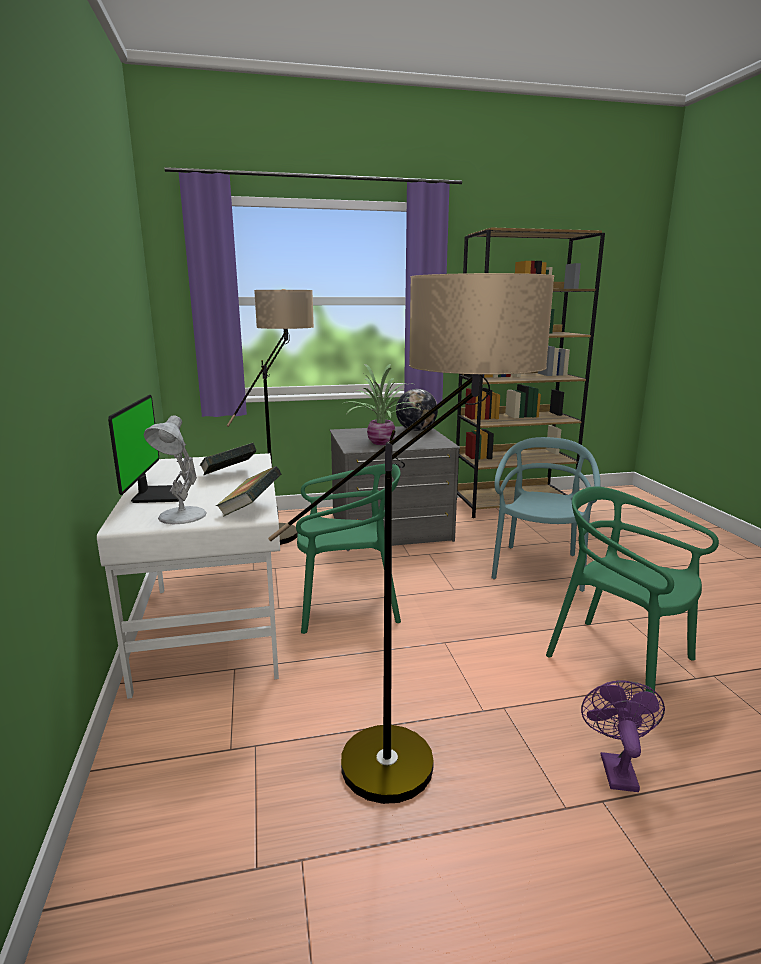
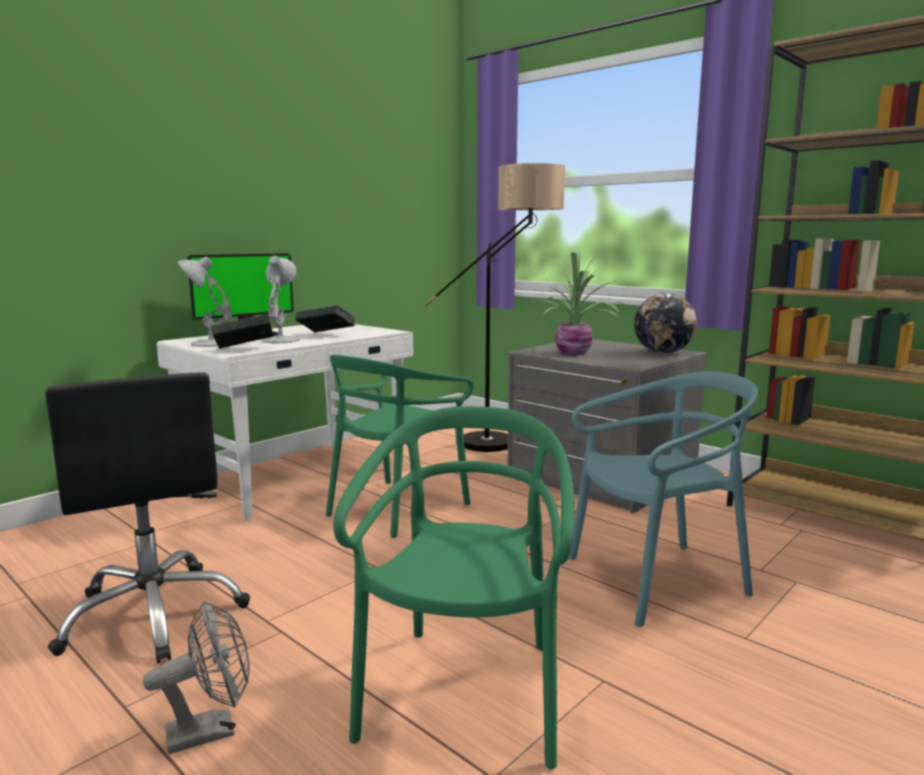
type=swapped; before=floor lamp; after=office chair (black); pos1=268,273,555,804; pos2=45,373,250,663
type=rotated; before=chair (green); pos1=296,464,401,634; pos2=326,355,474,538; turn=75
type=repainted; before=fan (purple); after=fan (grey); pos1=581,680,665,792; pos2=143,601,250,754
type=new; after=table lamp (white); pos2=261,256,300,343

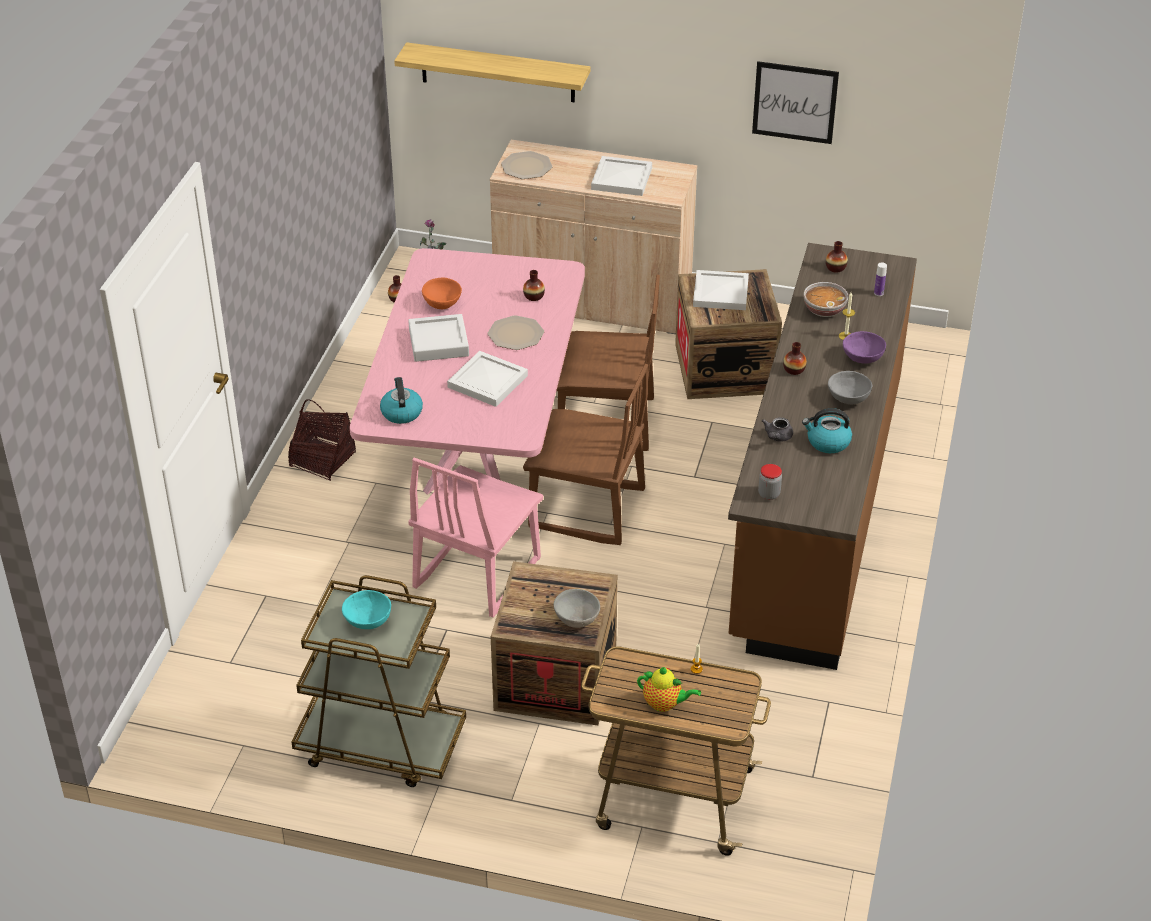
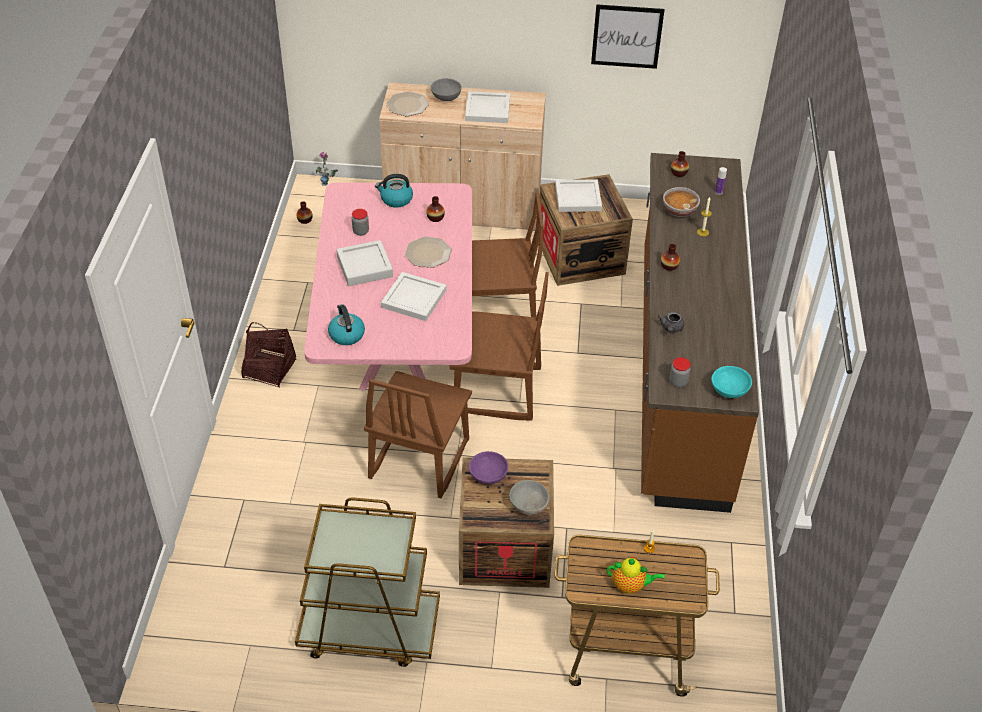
type=shifted; before=bowl (turquoise); pos1=342,590,391,629; pos2=711,366,752,398
type=gone; before=shelf; pos1=394,42,590,102
type=repainted; before=chair (pink); after=chair (brown); pos1=408,458,543,618; pos2=364,371,472,499
type=swapped; before=bowl (orange); after=jar; pos1=422,277,462,309; pos2=352,209,369,236
type=shifted; before=kettle; pos1=802,408,852,453; pos2=375,174,413,208
type=shifted; before=bowl (grey); pos1=828,371,872,404; pos2=430,78,462,101
type=shifted; before=bowl (purple); pos1=843,331,886,364; pos2=469,451,508,484

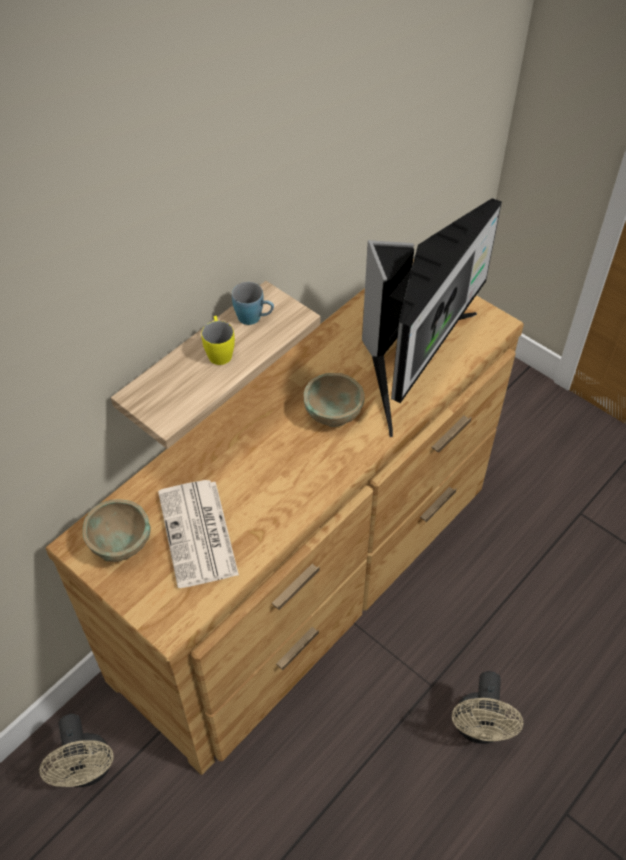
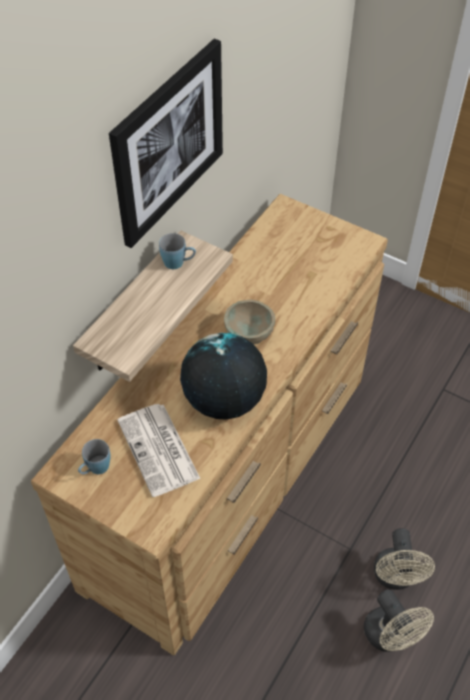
type=shifted; before=fan (beige); pos1=39,714,114,787; pos2=364,590,434,652
type=swapped; before=bowl (beige); after=mug (blue); pos1=83,500,151,562; pos2=78,439,111,474
type=gone; before=mug (yellow); pos1=202,316,235,365
type=gone; before=monitor; pos1=362,198,502,437
type=new; after=picture; pos2=109,39,223,248
type=new; after=globe; pos2=180,333,267,420

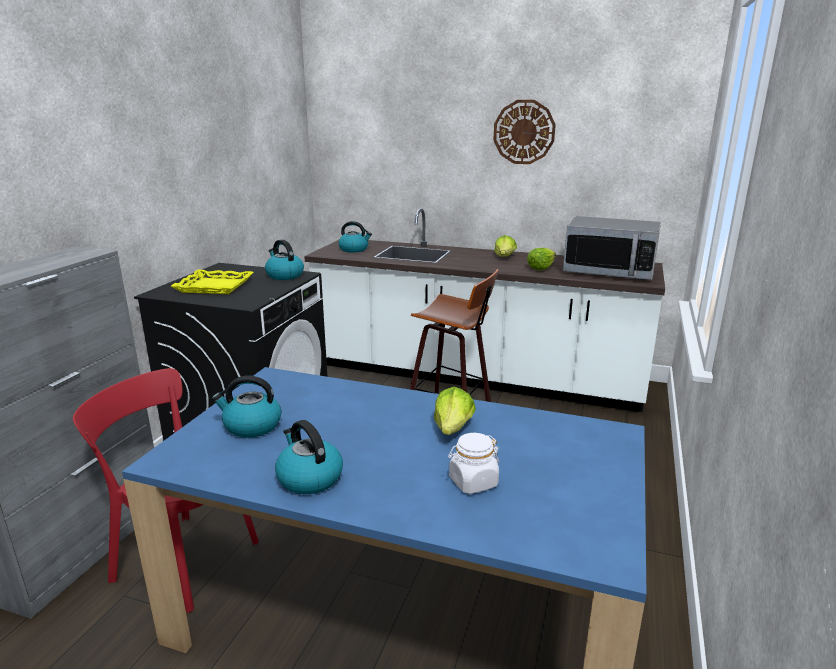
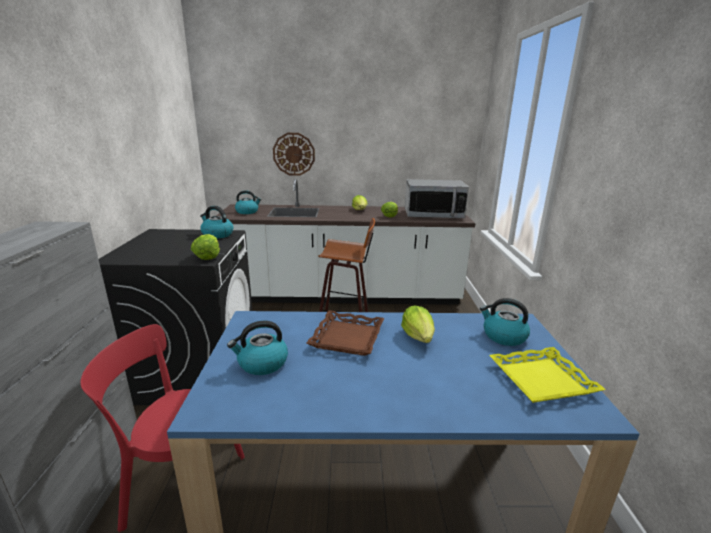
type=shifted; before=tray (yellow); pos1=171,270,254,294; pos2=489,347,606,403
type=shifted; before=kettle; pos1=275,420,343,494; pos2=480,298,530,346
type=gone; before=jar (white); pos1=448,433,499,494
type=shifted; before=wall clock; pos1=493,100,556,164; pos2=273,133,315,176
type=new; after=lettuce; pos2=191,234,220,260
type=new; after=tray (brown); pos2=307,310,384,356

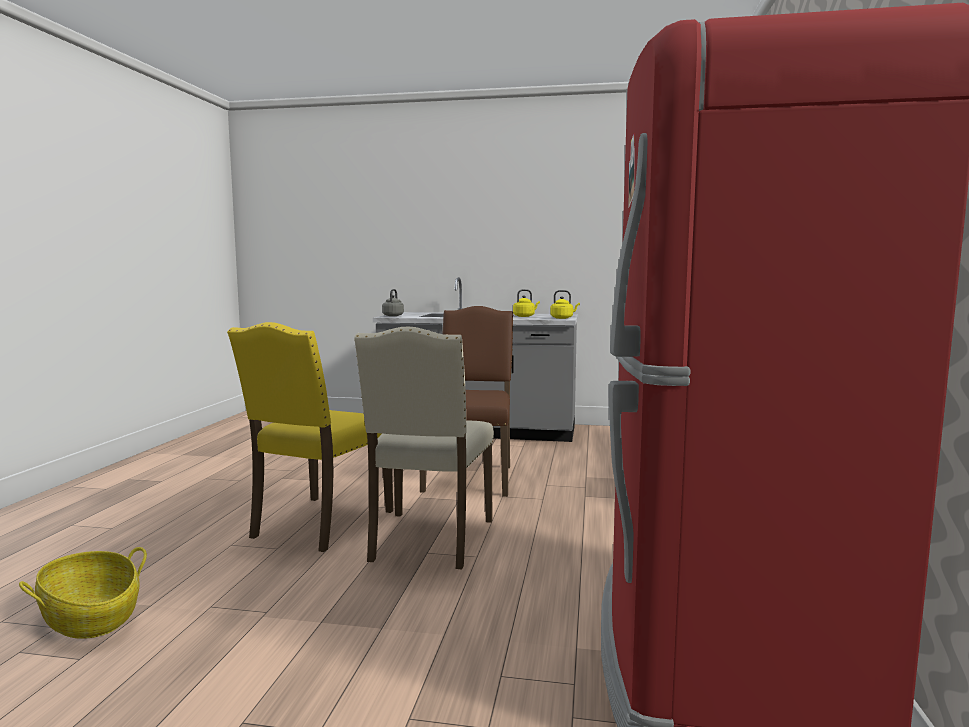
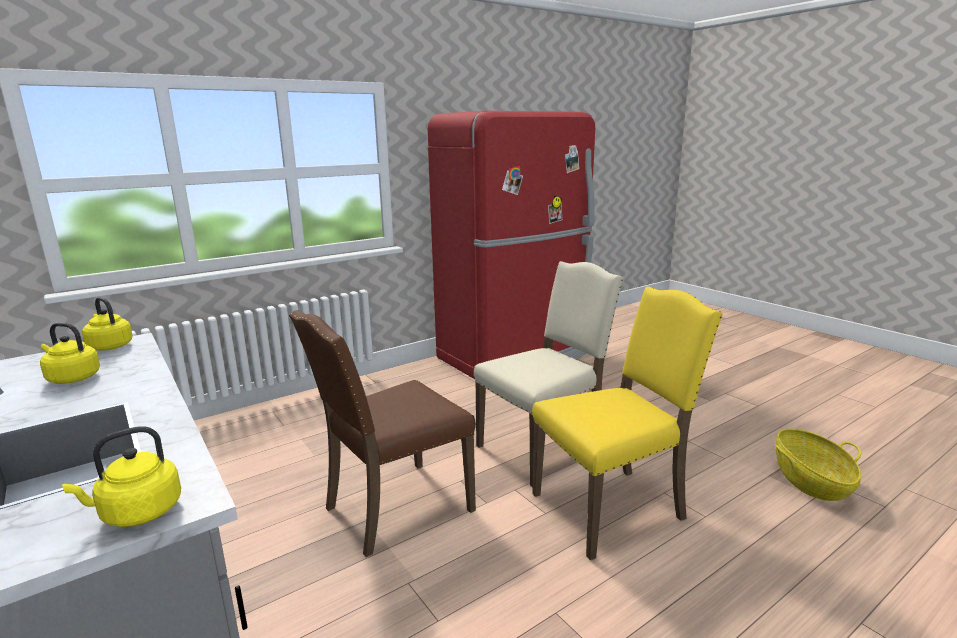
type=repainted; before=kettle (grey); after=kettle (yellow); pos1=382,289,404,316; pos2=62,426,181,527

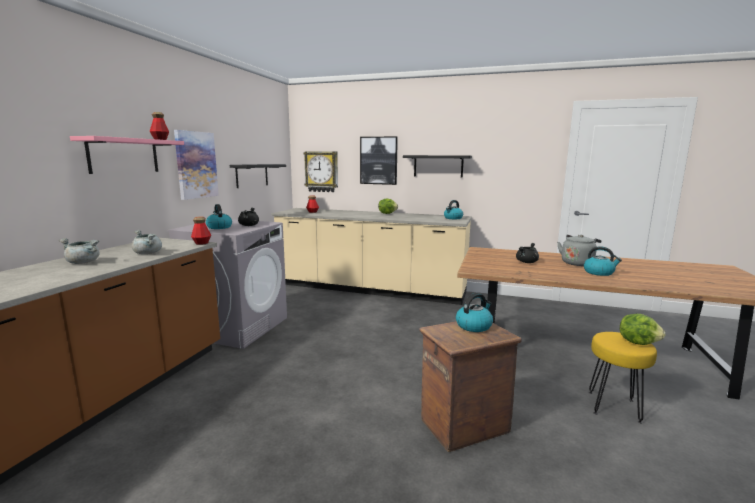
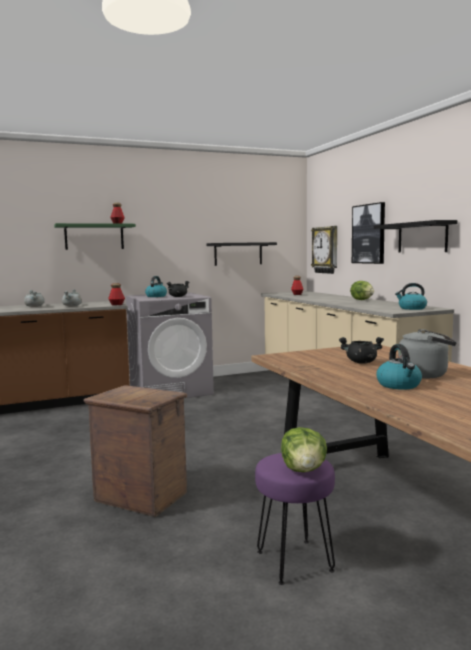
type=repainted; before=shelf (pink); after=shelf (green); pos1=70,136,184,174; pos2=54,223,136,250
type=gone; before=picture; pos1=174,130,219,200
type=gone; before=kettle; pos1=456,293,493,332
type=repainted; before=stool (yellow); after=stool (purple); pos1=589,332,657,423; pos2=255,453,335,585

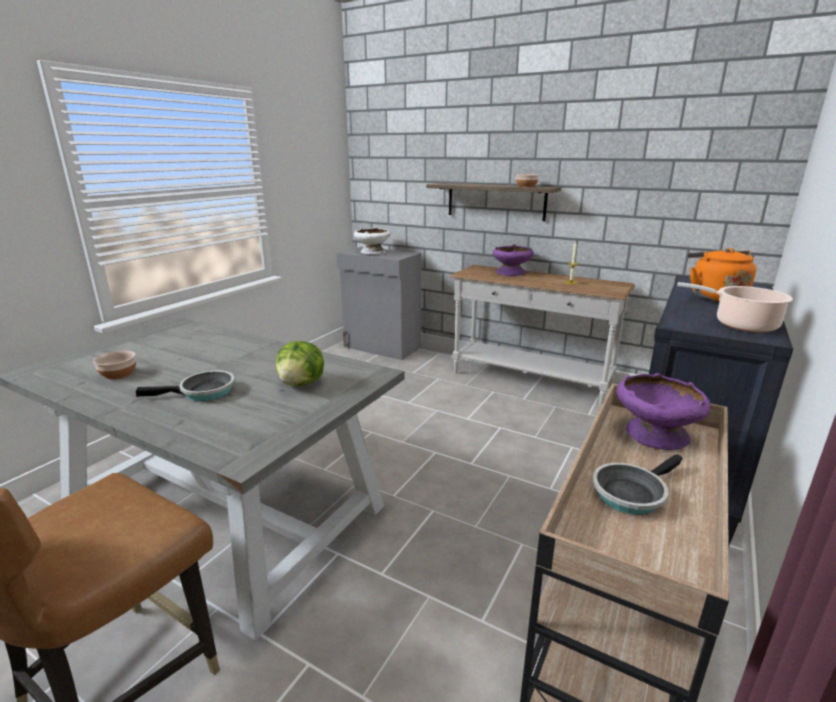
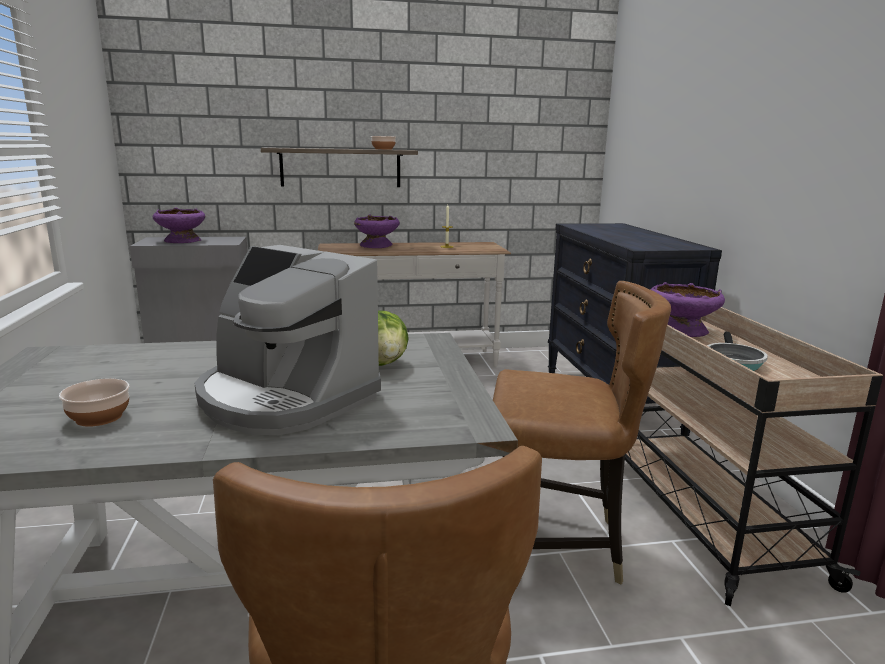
type=swapped; before=frying pan; after=coffee machine; pos1=136,371,235,401; pos2=195,245,381,435
type=repainted; before=bowl (white); after=bowl (purple); pos1=354,227,390,255; pos2=153,207,205,243
type=gone; before=cooking pot; pos1=677,282,793,332
type=gone; before=kettle (orange); pos1=687,248,756,302
type=new; after=chair (brown); pos2=493,281,671,585

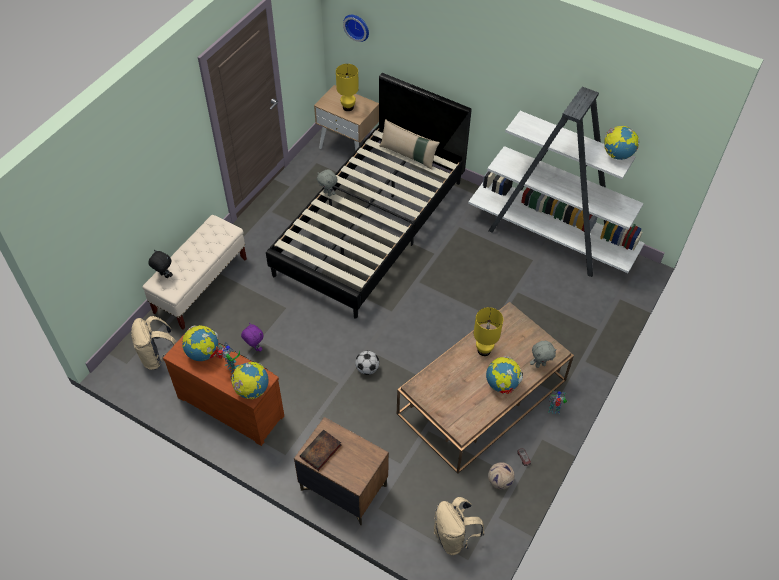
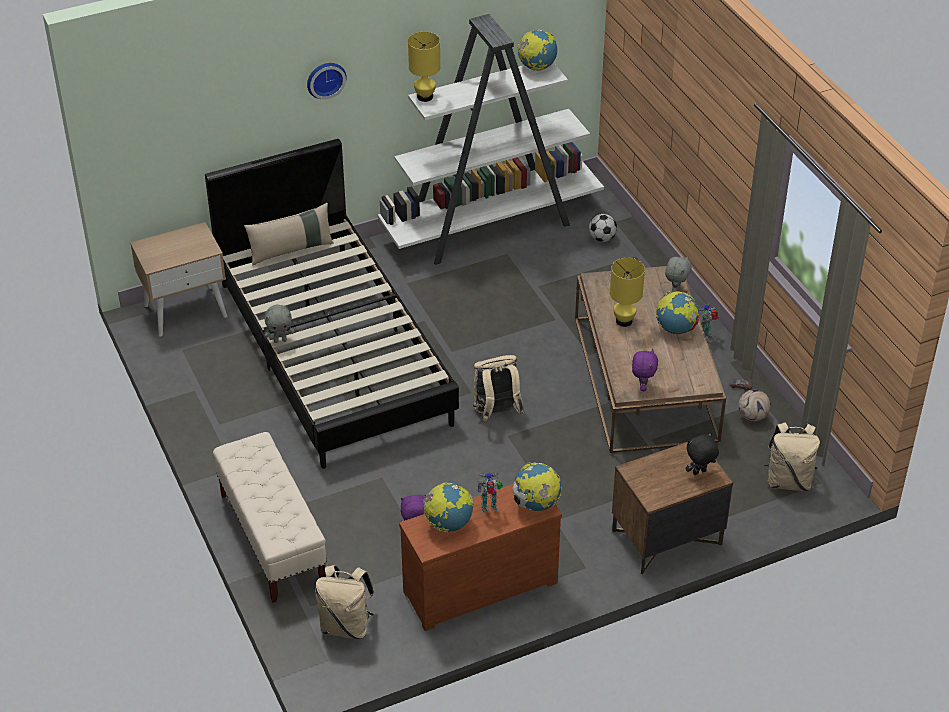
type=shifted; before=plush toy (black); pos1=148,250,173,278; pos2=686,433,719,475
type=gone; before=book; pos1=300,429,341,471
type=shifted; before=table lamp (yellow); pos1=336,64,359,111; pos2=408,32,440,102
type=shifted; before=wall clock; pos1=343,15,369,42; pos2=307,63,347,99
type=shifted; before=football; pos1=355,351,379,375; pos2=589,214,617,242
type=new; after=backpack (beige); pos2=473,355,525,421
type=new; after=plush toy (purple); pos2=632,349,658,391

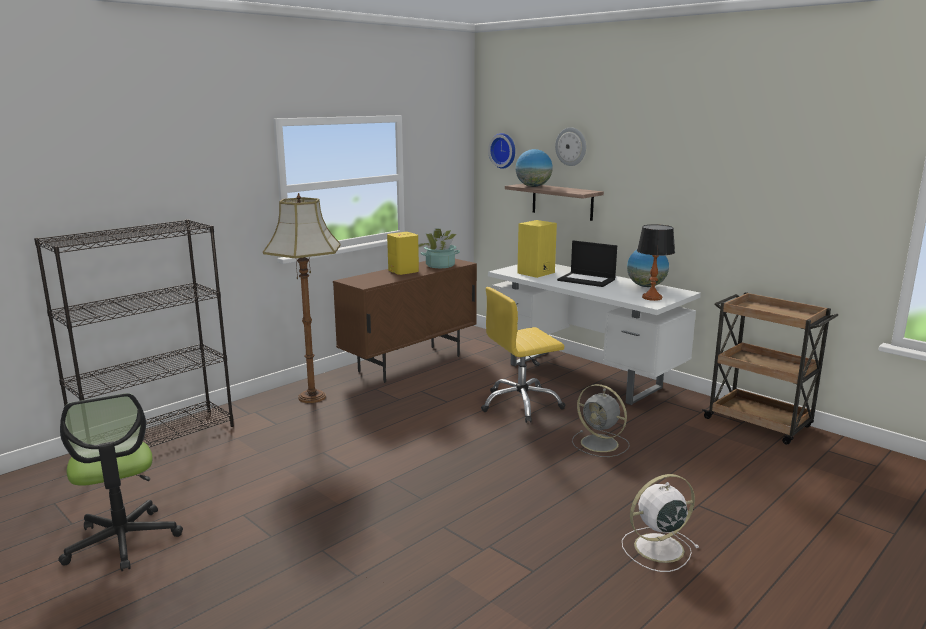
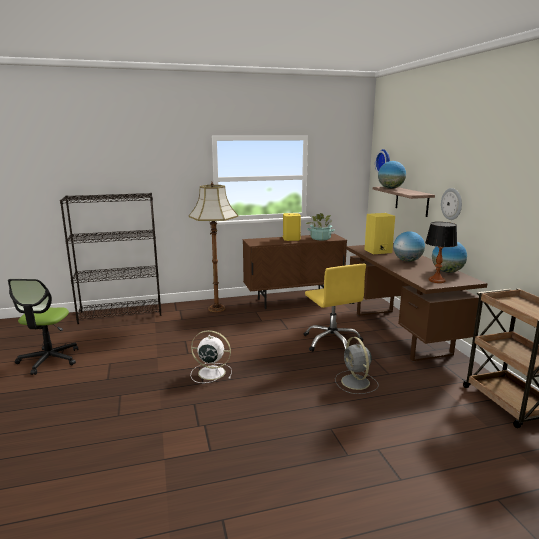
type=rotated; before=office chair (yellow); pos1=481,287,565,423; pos2=304,264,366,352; turn=-120
type=repainted; before=desk (white); after=desk (brown); pos1=488,264,701,405; pos2=346,243,488,362
type=shifted; before=wall clock; pos1=555,127,586,166; pos2=441,188,462,220
type=swapped; before=laptop; after=globe; pos1=557,241,617,287; pos2=393,231,425,262
type=shifted; before=fan (white); pos1=622,474,699,572; pos2=191,330,232,383

